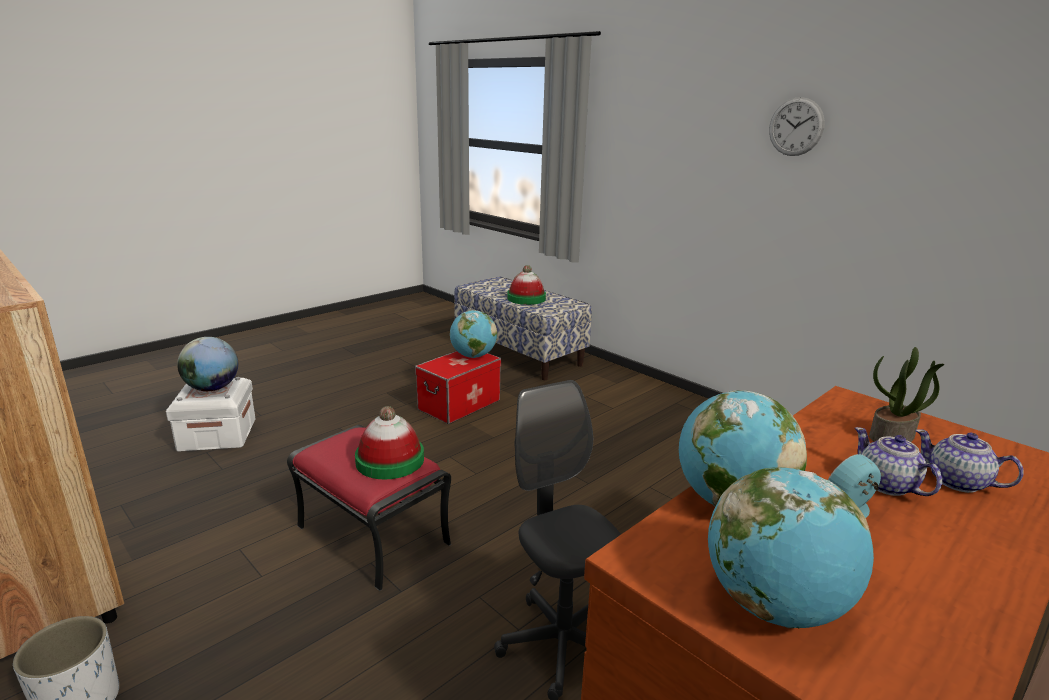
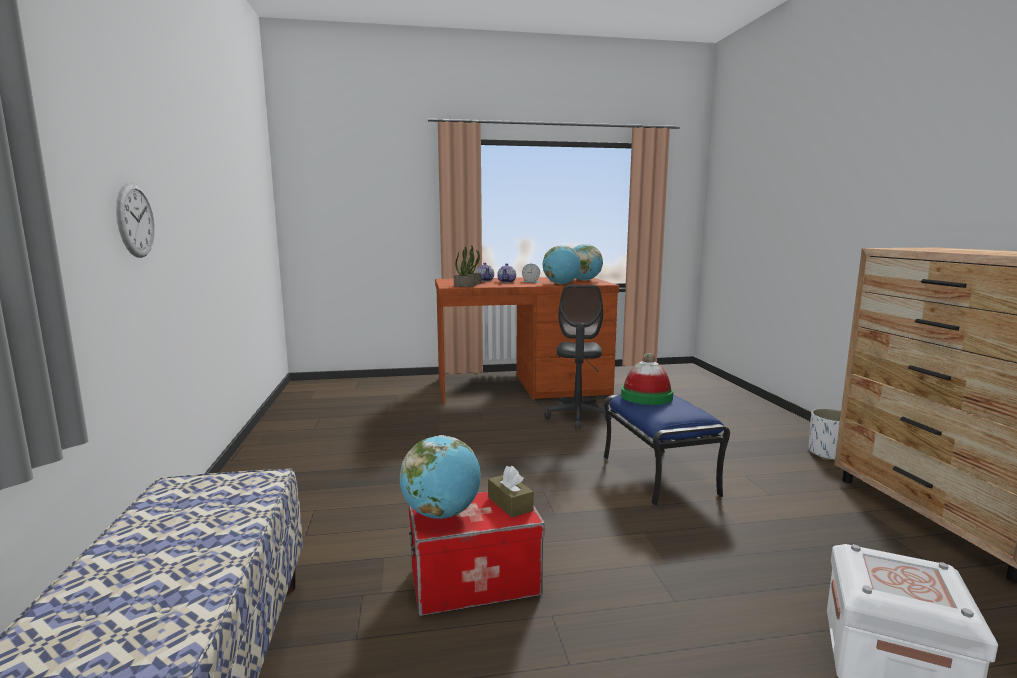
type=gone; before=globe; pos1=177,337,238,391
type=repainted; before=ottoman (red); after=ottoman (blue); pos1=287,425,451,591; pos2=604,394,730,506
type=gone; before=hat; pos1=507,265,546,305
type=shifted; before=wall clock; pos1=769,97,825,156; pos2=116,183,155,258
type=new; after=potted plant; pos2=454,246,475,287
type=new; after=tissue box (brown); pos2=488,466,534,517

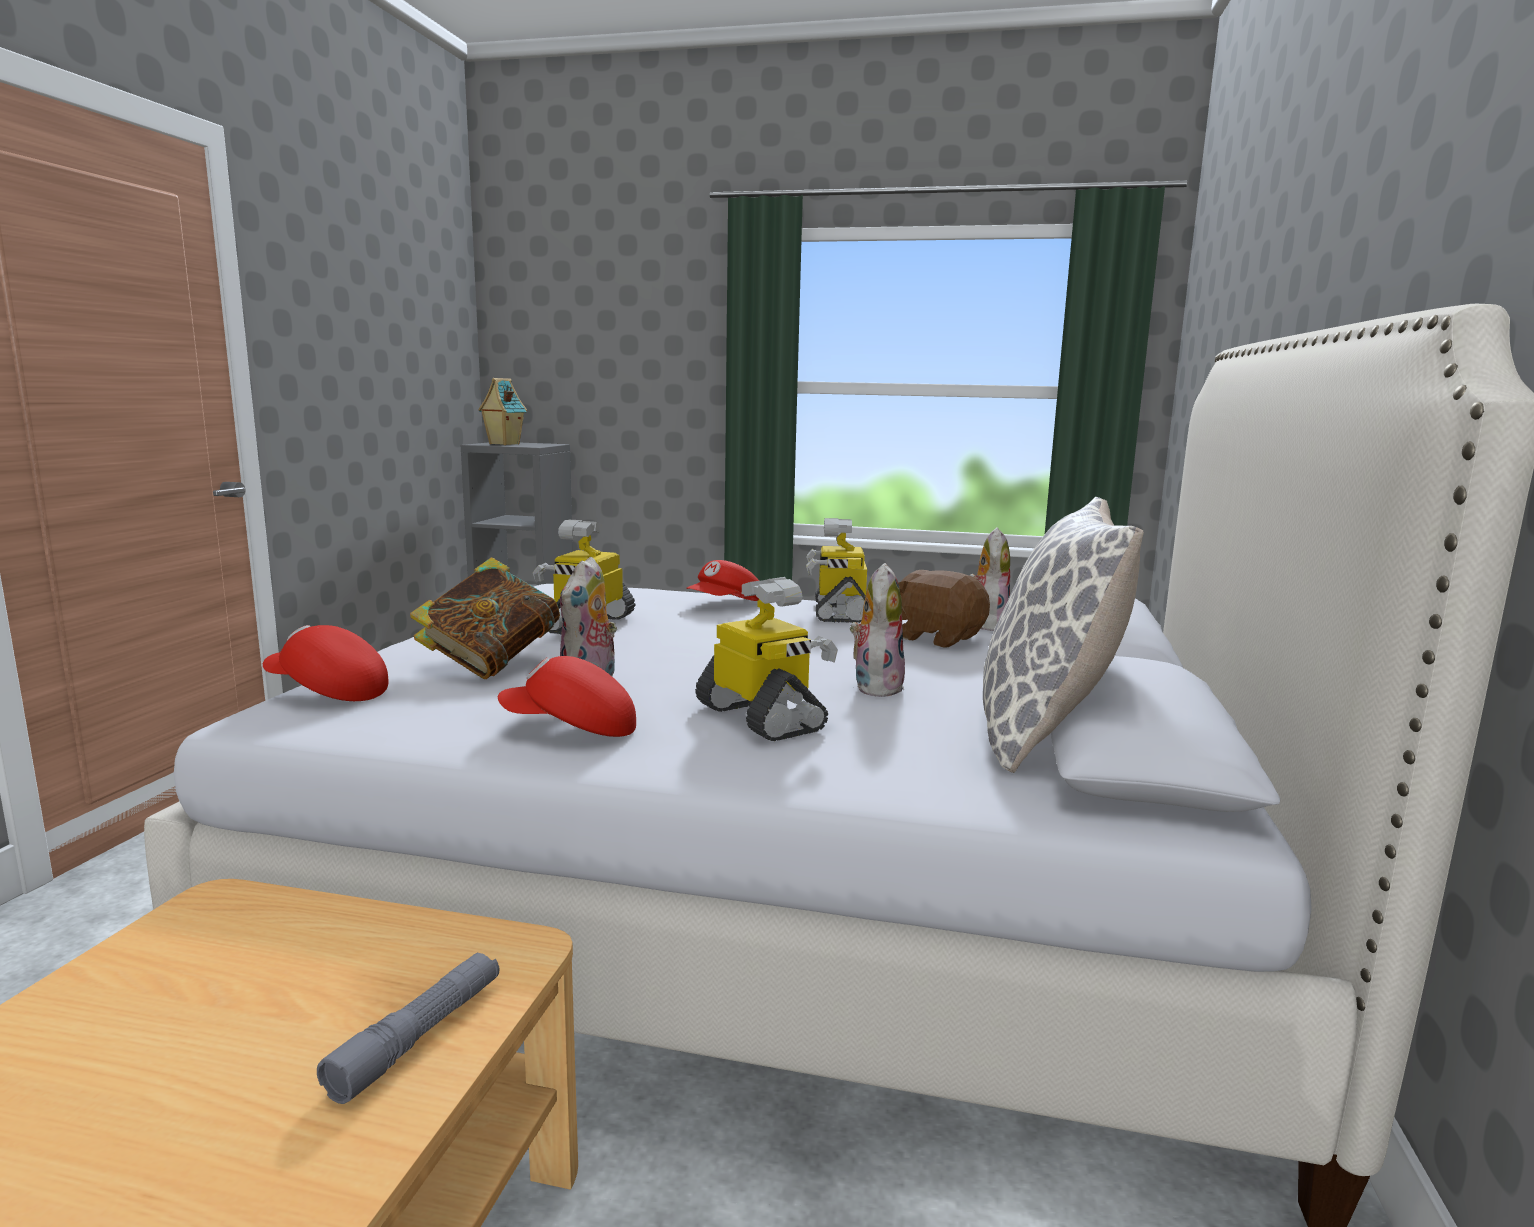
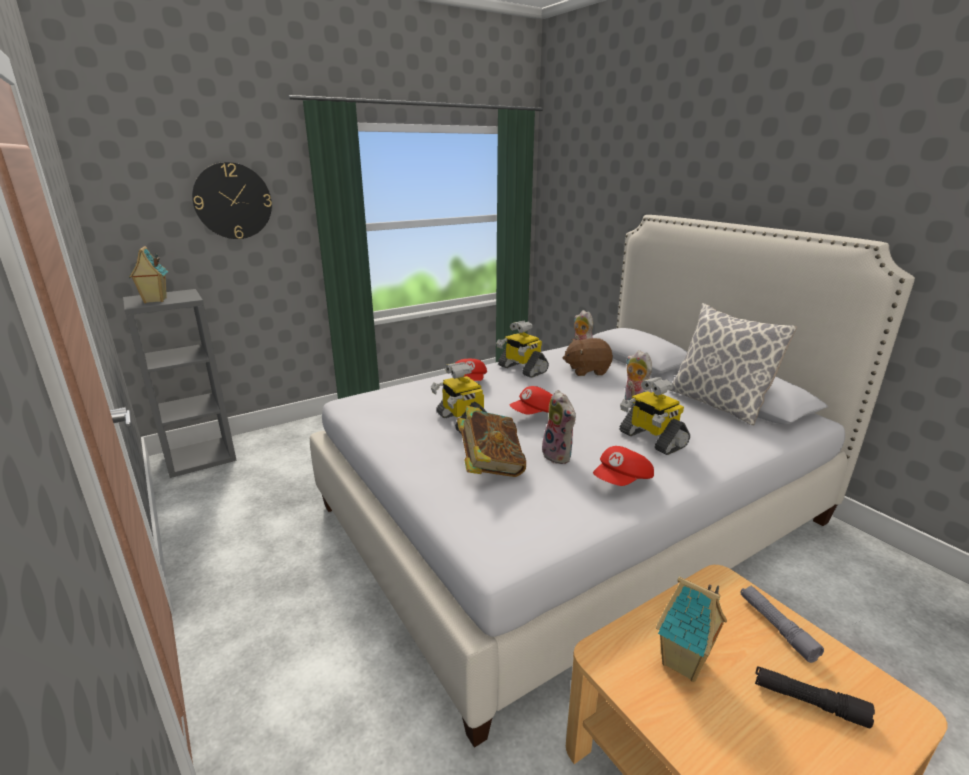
type=shifted; before=cap (red); pos1=263,625,389,701; pos2=510,386,553,414
type=rotated; before=toy robot; pos1=695,577,838,741; pos2=619,377,690,455; turn=-135
type=new; after=wall clock; pos2=192,162,272,239
type=new; after=toy house; pos2=656,577,727,682
type=new; after=flashlight (black); pos2=755,666,875,728

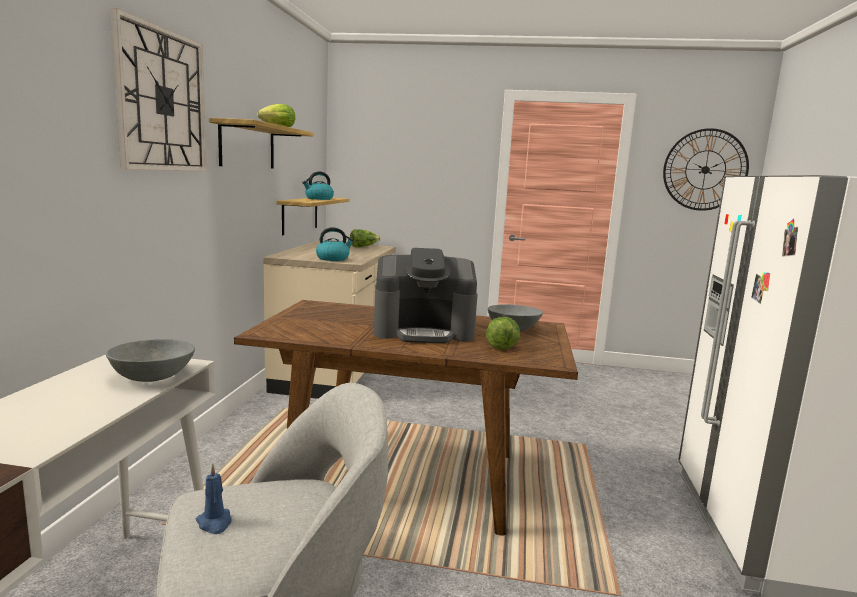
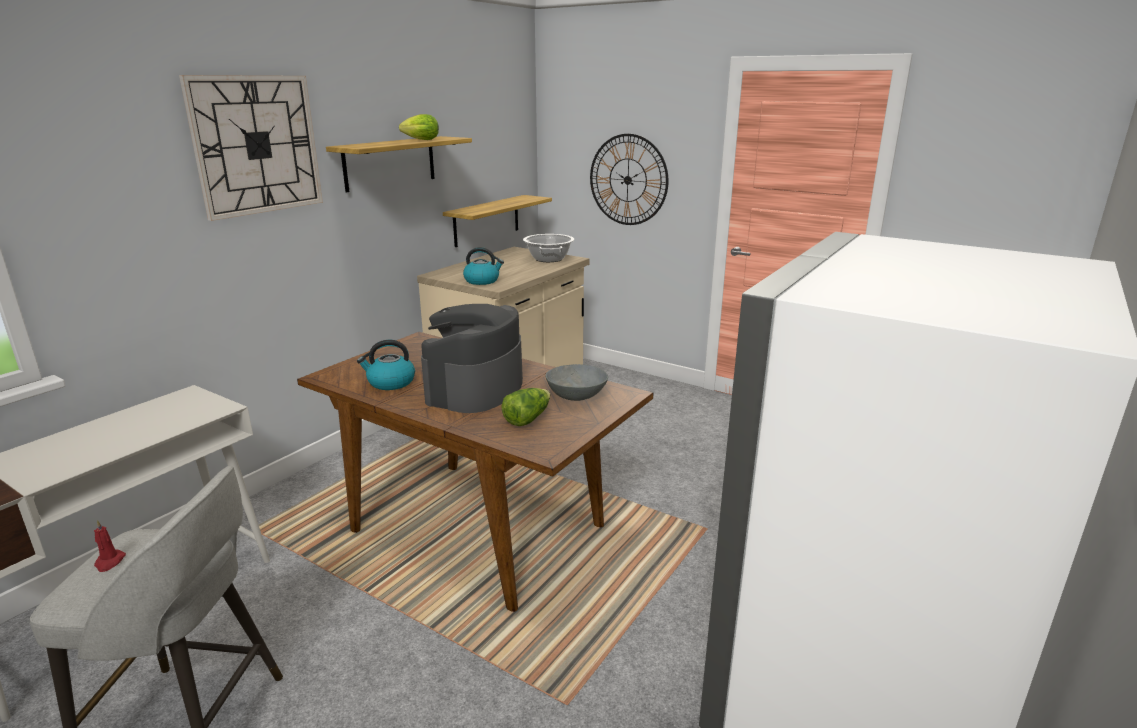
type=gone; before=bowl (grey); pos1=106,339,195,382
type=repainted; before=candle (blue); after=candle (red); pos1=196,463,232,534; pos2=94,520,126,572
type=shifted; before=kettle; pos1=302,172,334,200; pos2=357,340,415,390
type=swapped; before=lettuce; after=cooking pot; pos1=350,229,380,247; pos2=523,234,574,262
type=rotated; before=coffee machine; pos1=374,248,478,343; pos2=421,304,523,413; turn=90
type=shifted; before=wall clock; pos1=663,128,749,211; pos2=590,134,668,225

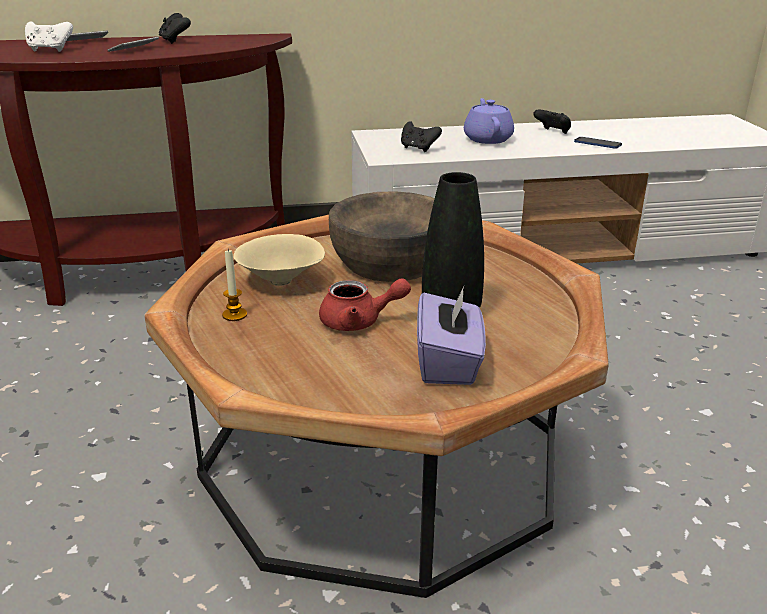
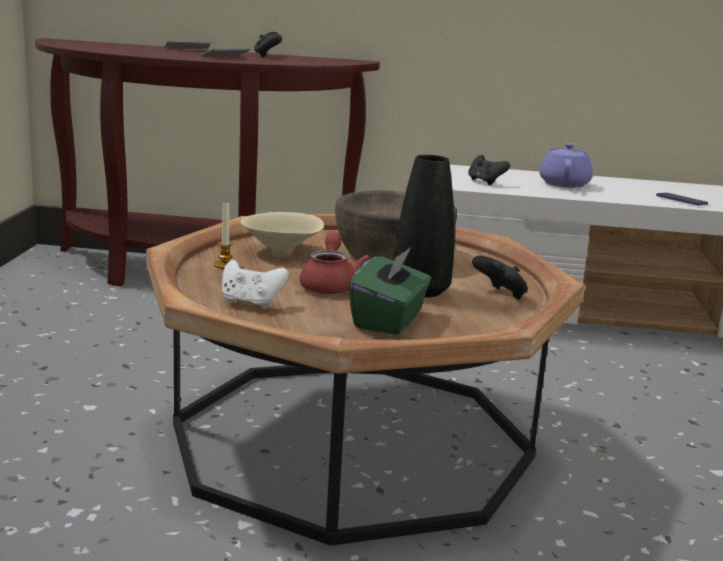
type=shifted; before=game controller (white); pos1=25,21,73,52; pos2=222,260,289,309
type=rotated; before=teapot (red); pos1=319,278,411,331; pos2=300,231,371,294; turn=-105
type=repainted; before=tissue box (purple); after=tissue box (green); pos1=417,287,486,385; pos2=349,247,431,335
type=shifted; before=game controller (black); pos1=533,109,571,134; pos2=472,256,528,300

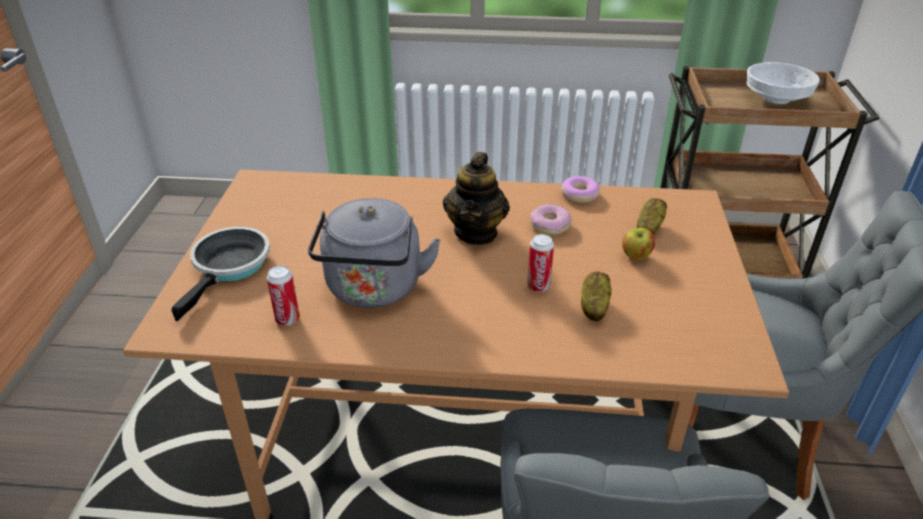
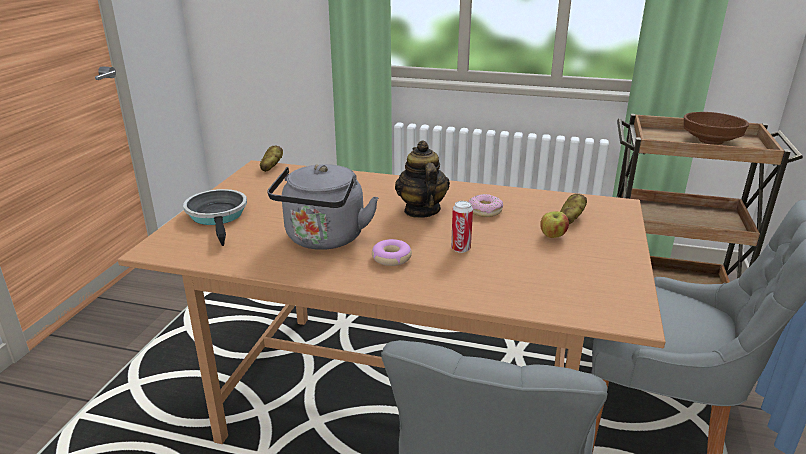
type=rotated; before=frying pan; pos1=171,227,270,321; pos2=183,189,247,246; turn=-45
type=gone; before=can; pos1=267,265,300,326
type=rotated; before=teapot; pos1=443,152,510,245; pos2=395,141,450,218; turn=150
type=shifted; before=donut; pos1=561,176,600,203; pos2=372,239,412,266
type=shifted; before=potato; pos1=581,272,612,321; pos2=260,146,283,172
type=repainted; before=bowl (white); after=bowl (brown); pos1=747,62,820,104; pos2=683,112,749,145

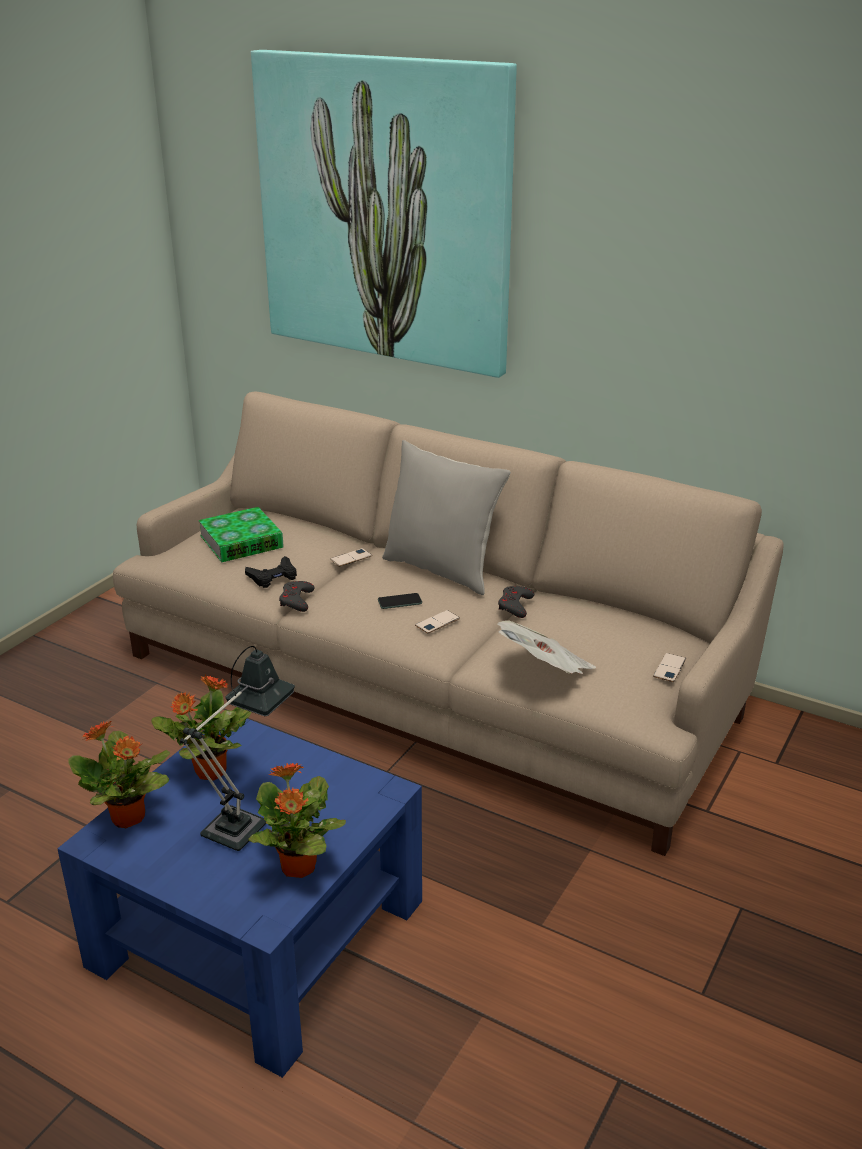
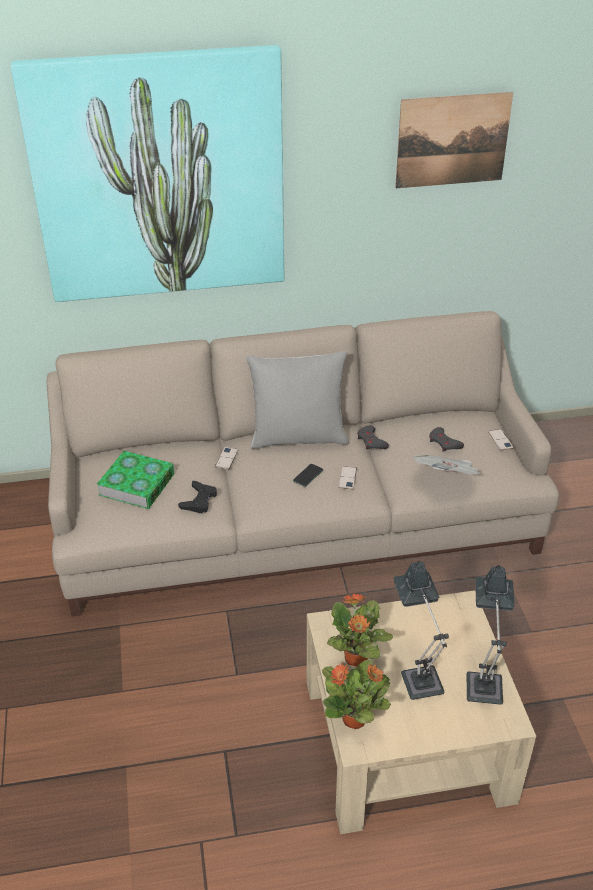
type=repainted; before=coffee table (blue); after=coffee table (beige); pos1=57,719,422,1078; pos2=307,590,536,834
type=swapped; before=potted plant; after=table lamp; pos1=248,763,346,878; pos2=467,565,515,705
type=shifted; before=game controller (grey); pos1=279,581,314,612; pos2=429,427,464,452
type=new; after=picture; pos2=395,92,513,188

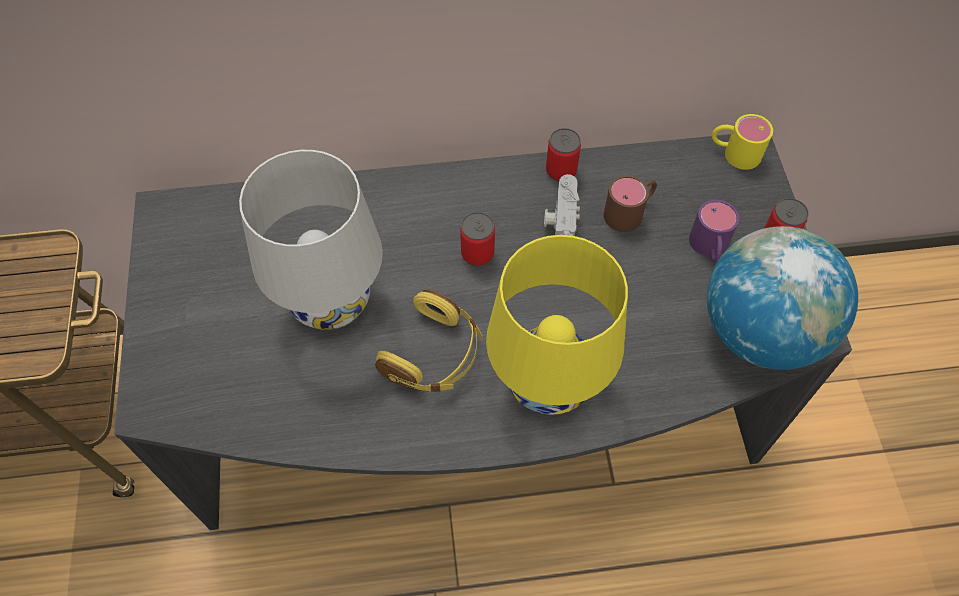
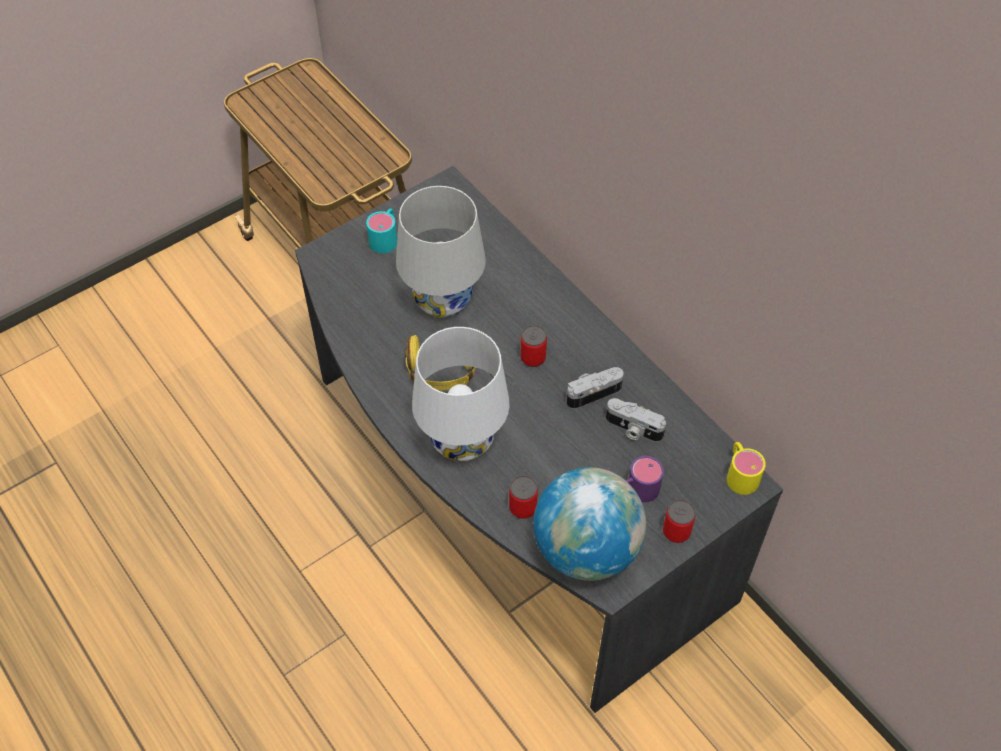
type=repainted; before=table lamp (yellow); after=table lamp (white); pos1=486,235,628,415; pos2=412,327,510,461
type=shifted; before=can; pos1=546,128,581,181; pos2=509,476,538,519
type=swapped; before=mug (brown); after=photo camera; pos1=604,175,657,232; pos2=606,398,666,442
type=new; after=mug (turquoise); pos2=366,208,397,253

